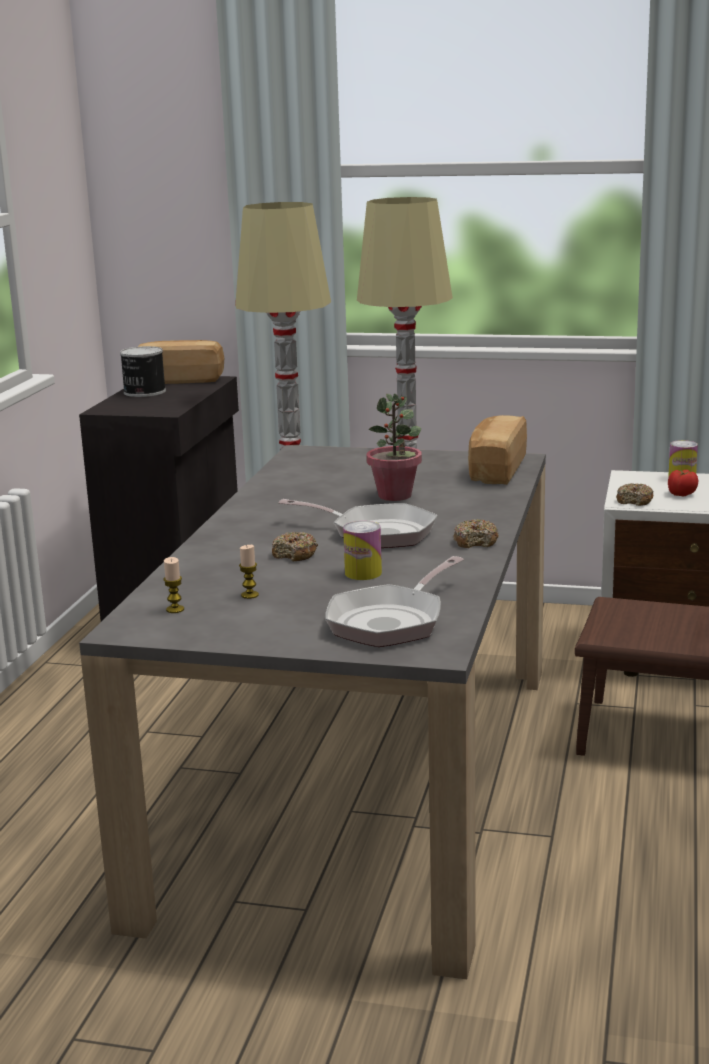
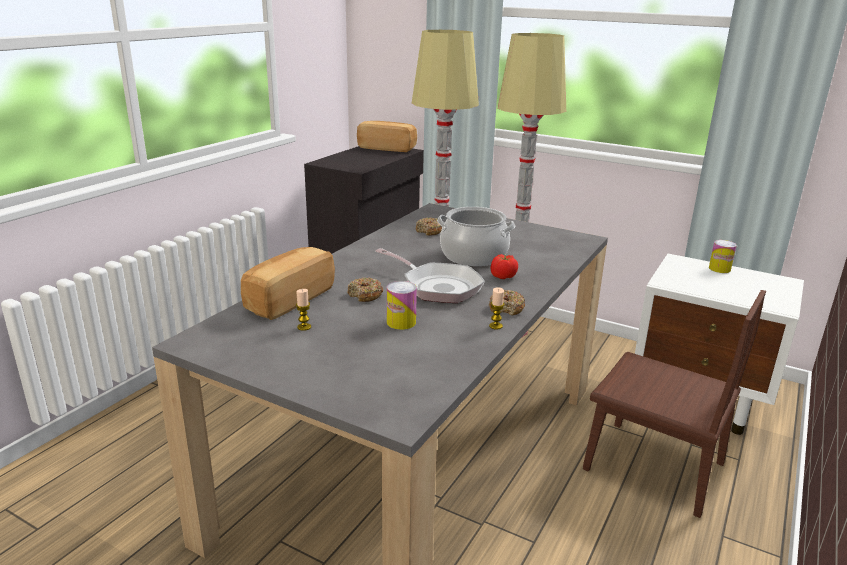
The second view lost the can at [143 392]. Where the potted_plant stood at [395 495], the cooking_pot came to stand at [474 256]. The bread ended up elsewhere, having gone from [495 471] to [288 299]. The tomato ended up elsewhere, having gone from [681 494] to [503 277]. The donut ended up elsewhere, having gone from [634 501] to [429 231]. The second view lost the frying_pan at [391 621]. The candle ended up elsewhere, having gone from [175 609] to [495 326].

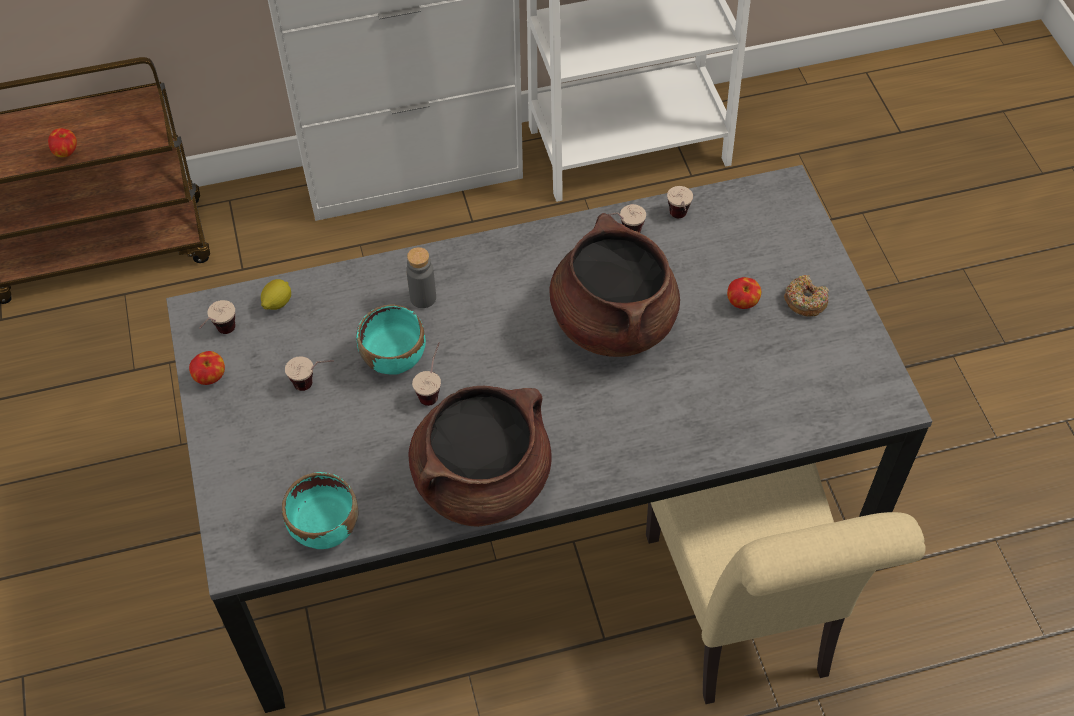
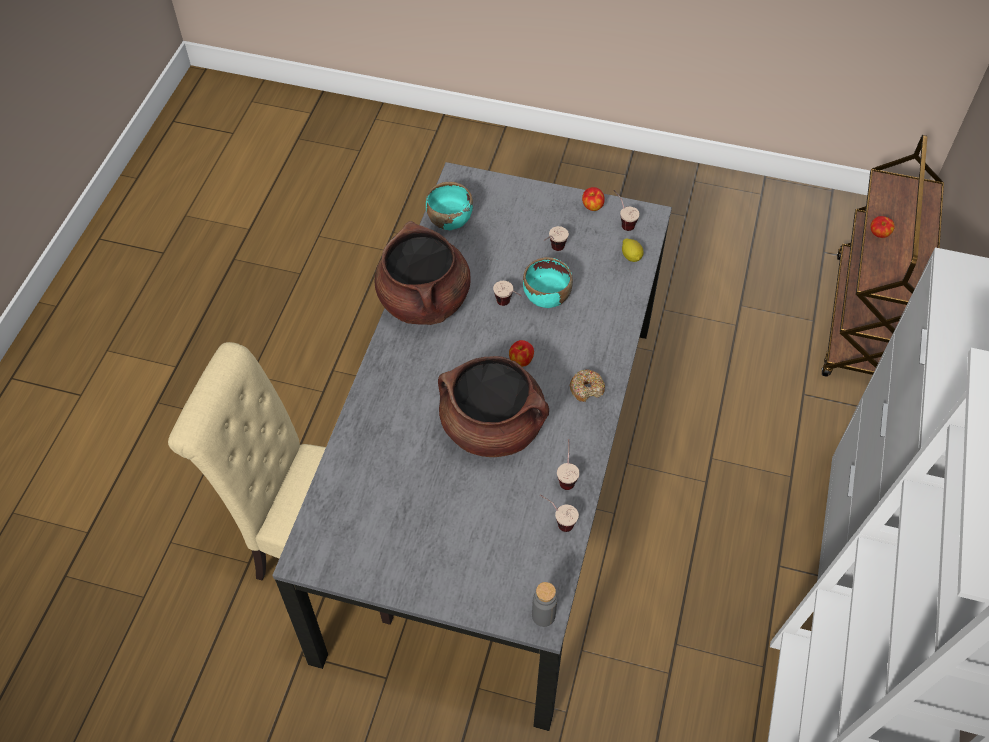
The grey_bottle ended up elsewhere, having gone from [423 298] to [543 615]. The donut ended up elsewhere, having gone from [805 301] to [586 389]. The apple ended up elsewhere, having gone from [742 303] to [521 360].

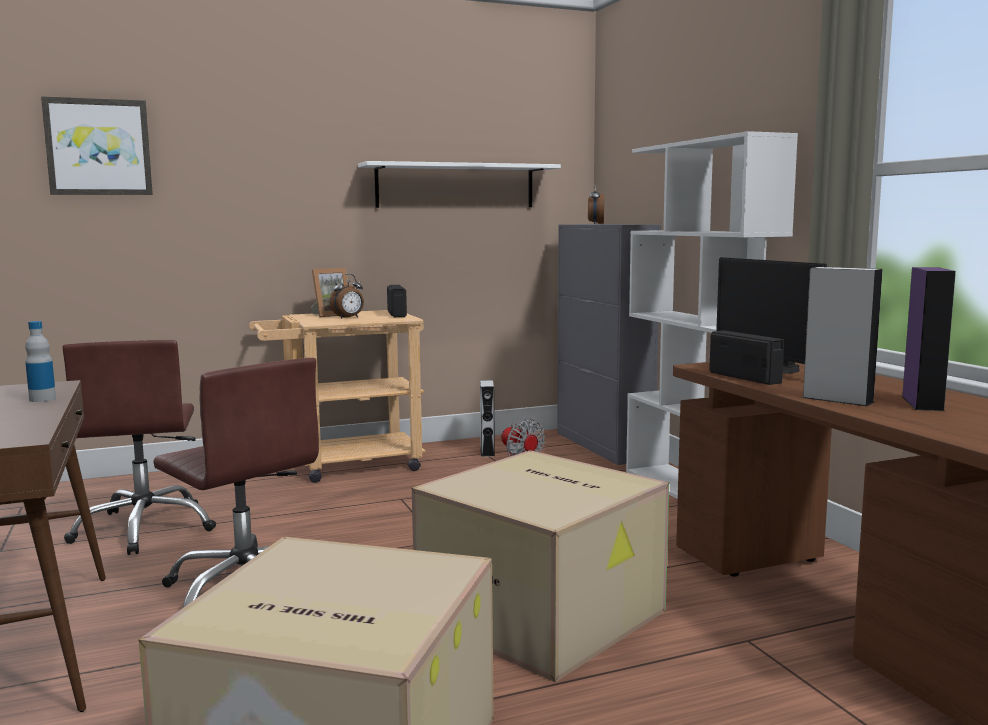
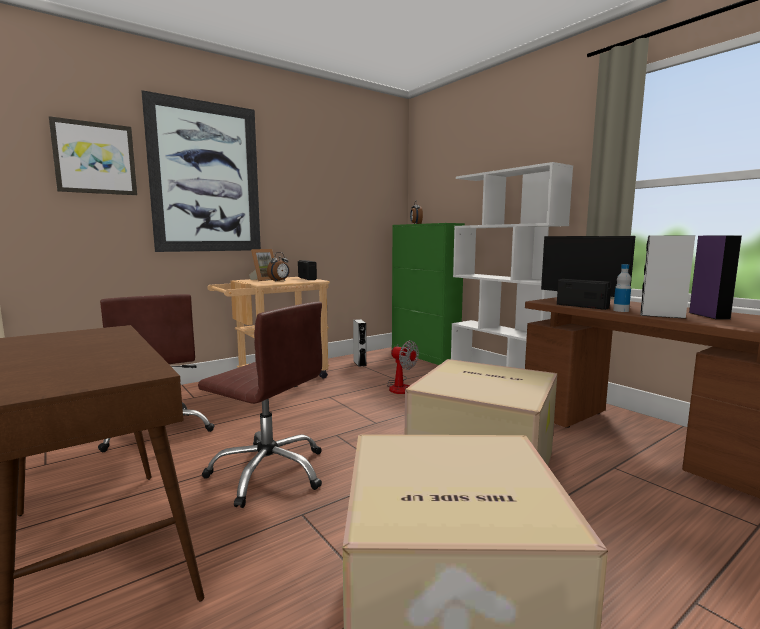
The second view lost the white_shelf at [455 186]. What was the grey_cabinet at [603 446] turned into the green_cabinet at [424 355]. The bottle ended up elsewhere, having gone from [42 399] to [621 310]. The second view gained the picture at [206 178].

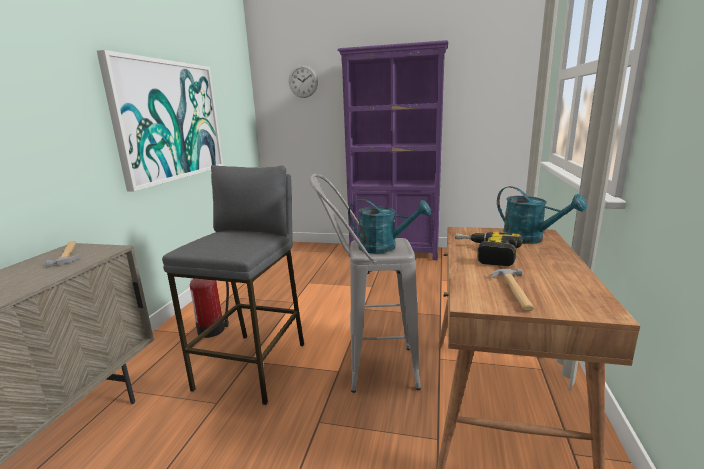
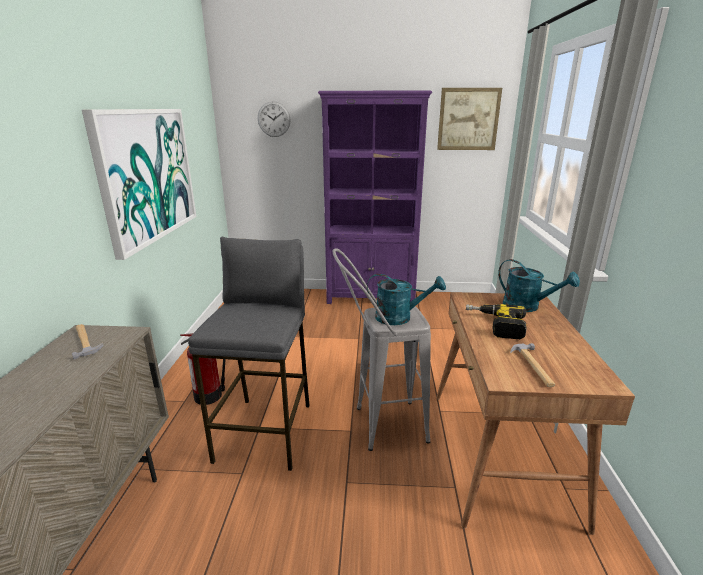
The second view gained the picture at [468 119].

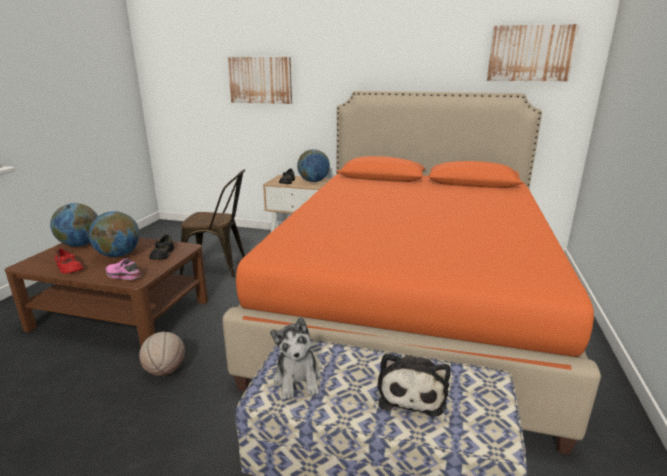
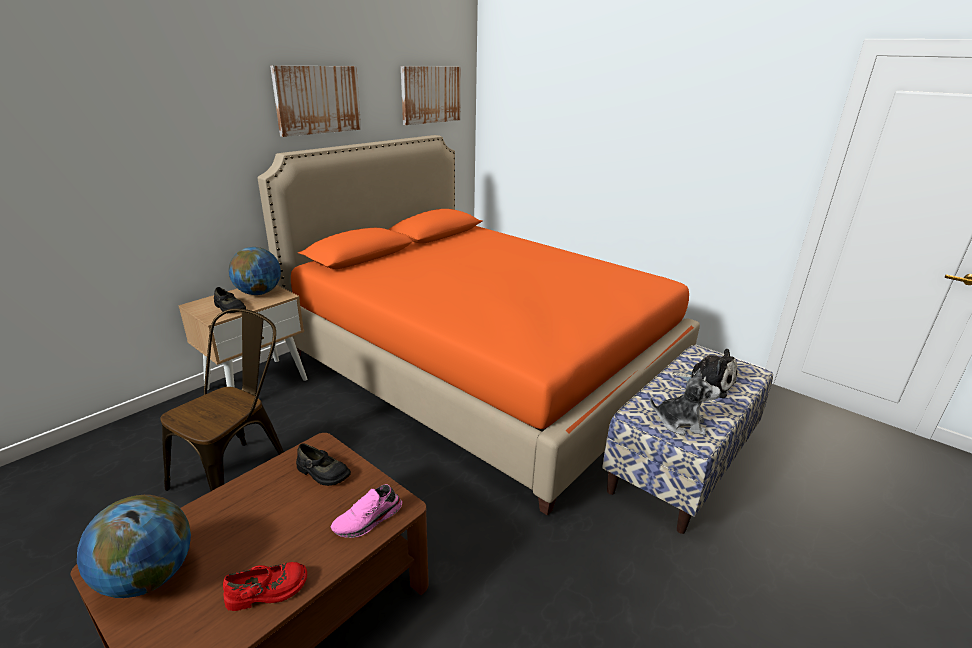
The picture ended up elsewhere, having gone from [260 80] to [317 100]. The second view lost the globe at [118 255]. The second view lost the basketball at [165 371].

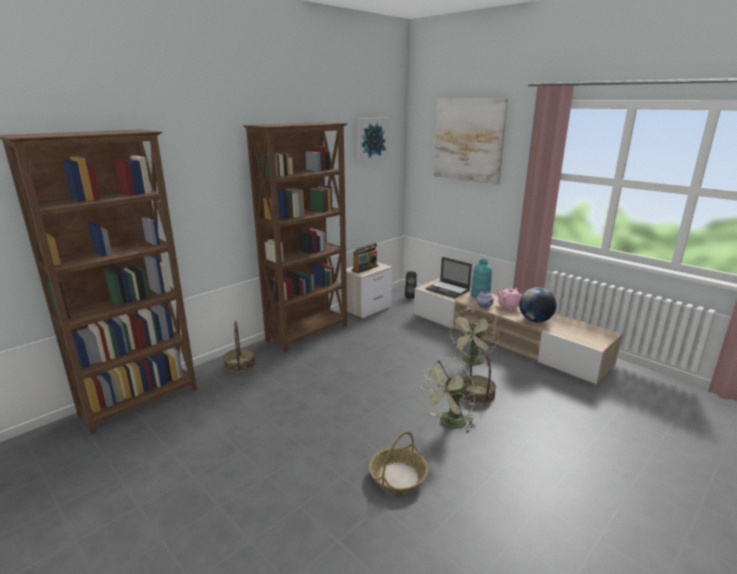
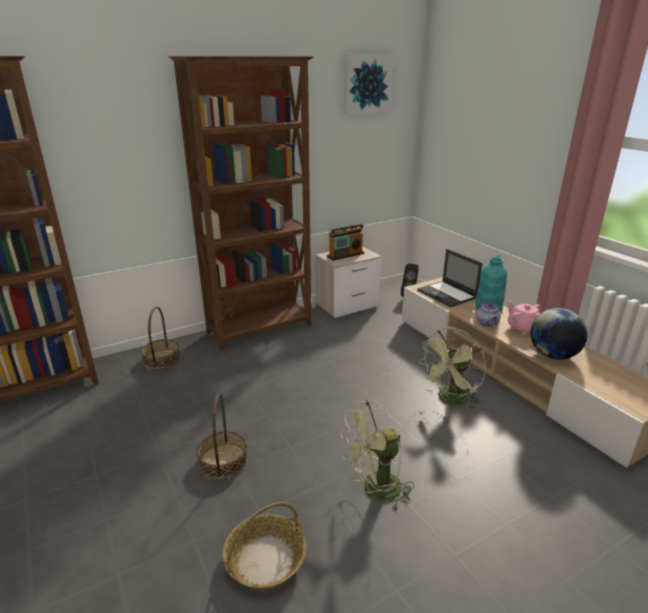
The second view lost the picture at [468 140]. The basket ended up elsewhere, having gone from [477 394] to [223 460].

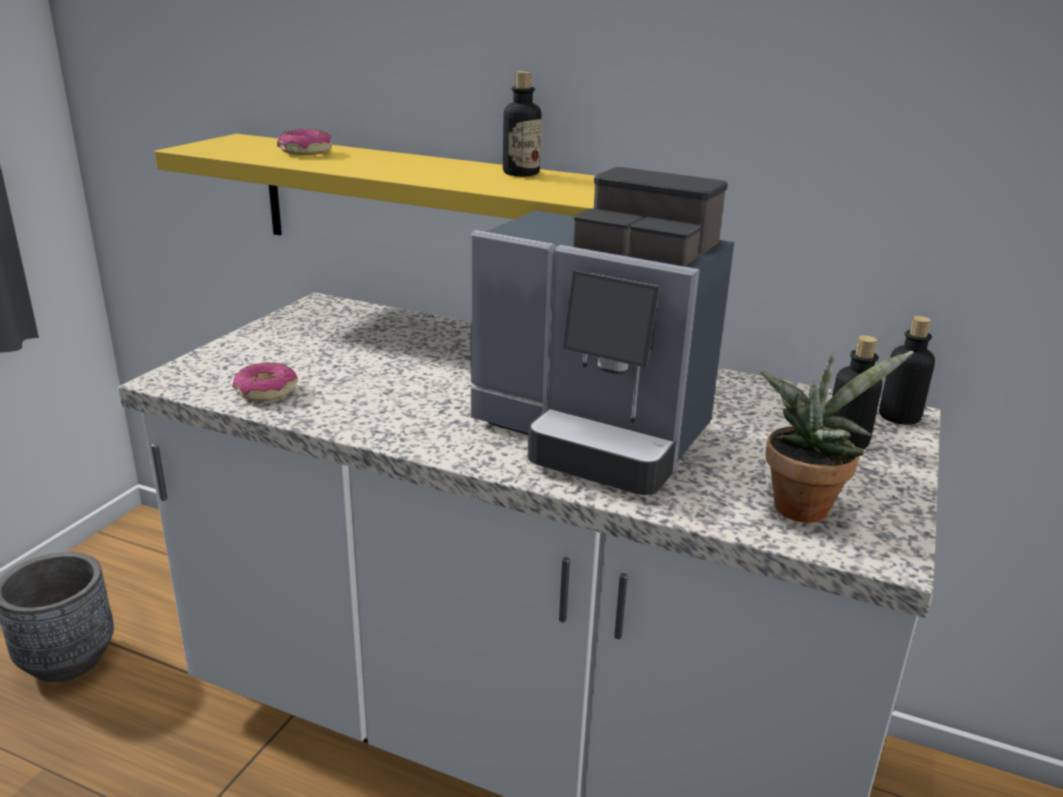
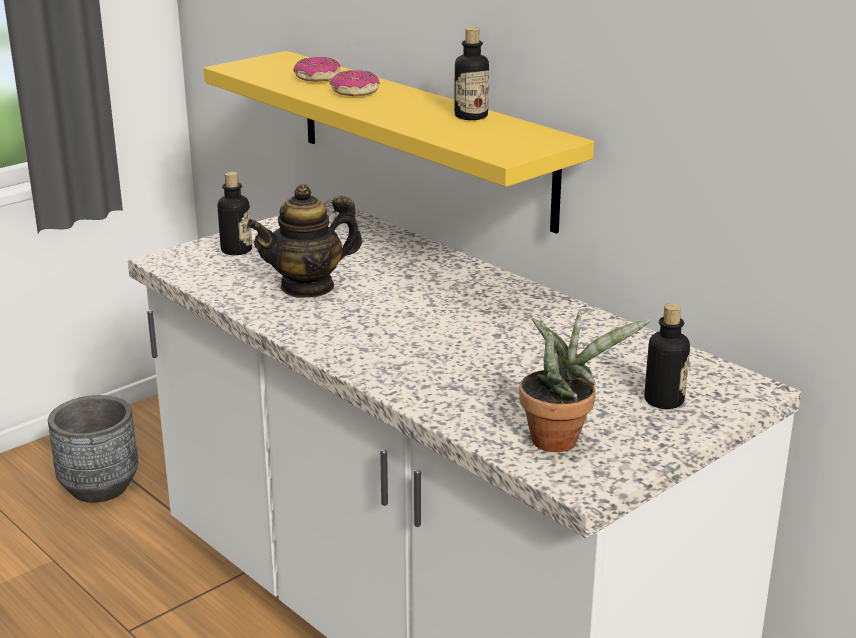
The second view lost the coffee_machine at [594 435]. The bottle ended up elsewhere, having gone from [899 417] to [236 250]. The donut ended up elsewhere, having gone from [266 392] to [355 92]. The second view gained the teapot at [308 287].

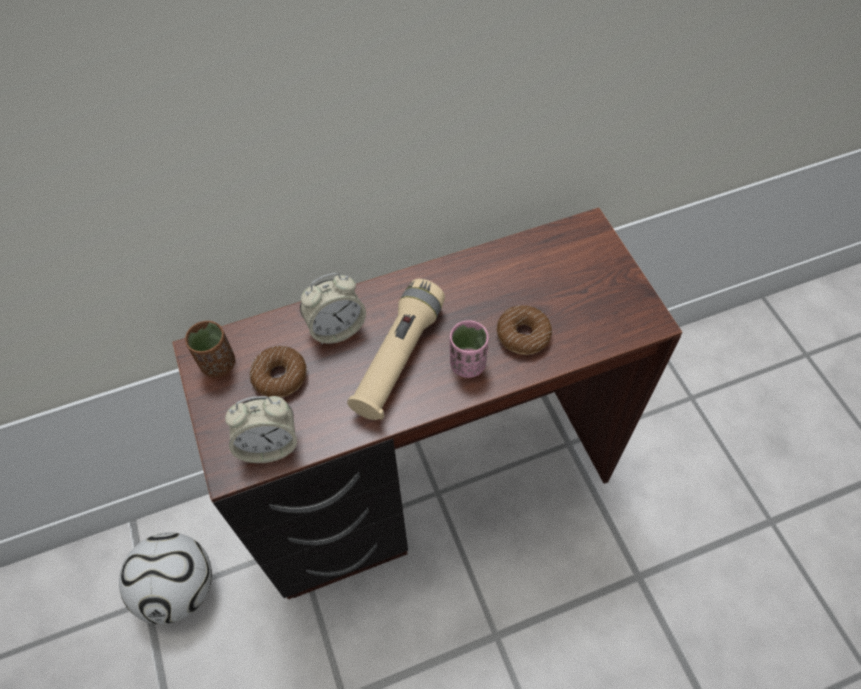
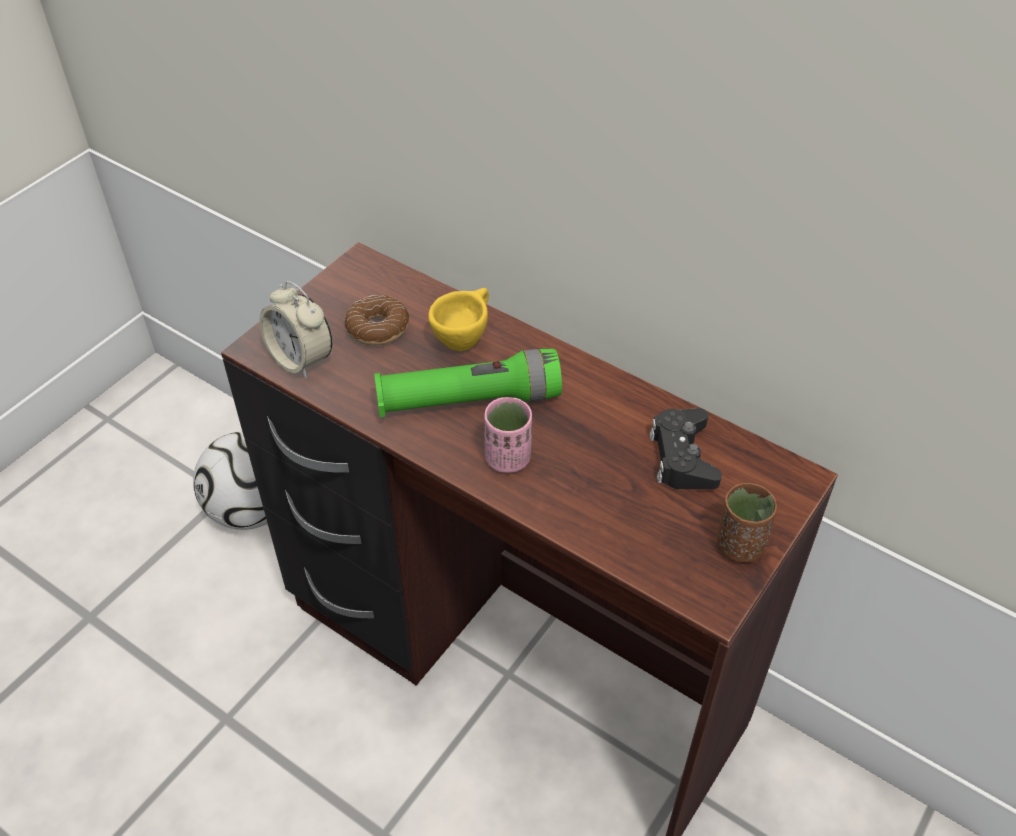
Where the alarm_clock stood at [336 328], the yellow_cup came to stand at [464 338]. What was the beige_flashlight at [398 358] turned into the green_flashlight at [468 400]. The second view lost the donut at [523 335]. The brown_cup ended up elsewhere, having gone from [218 364] to [739 545]. The second view gained the black_game_controller at [682 457].

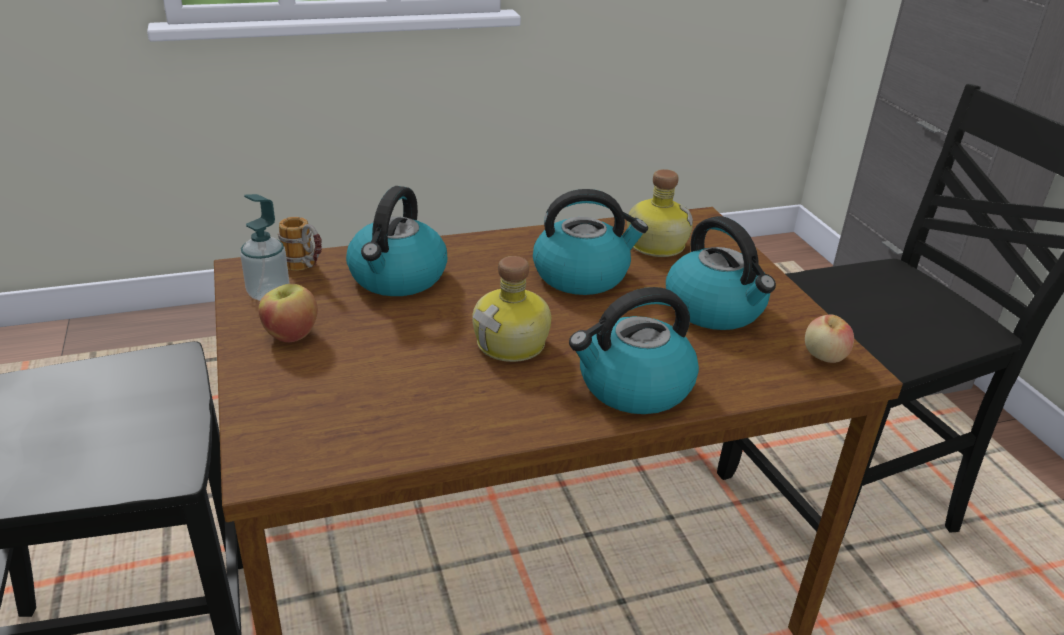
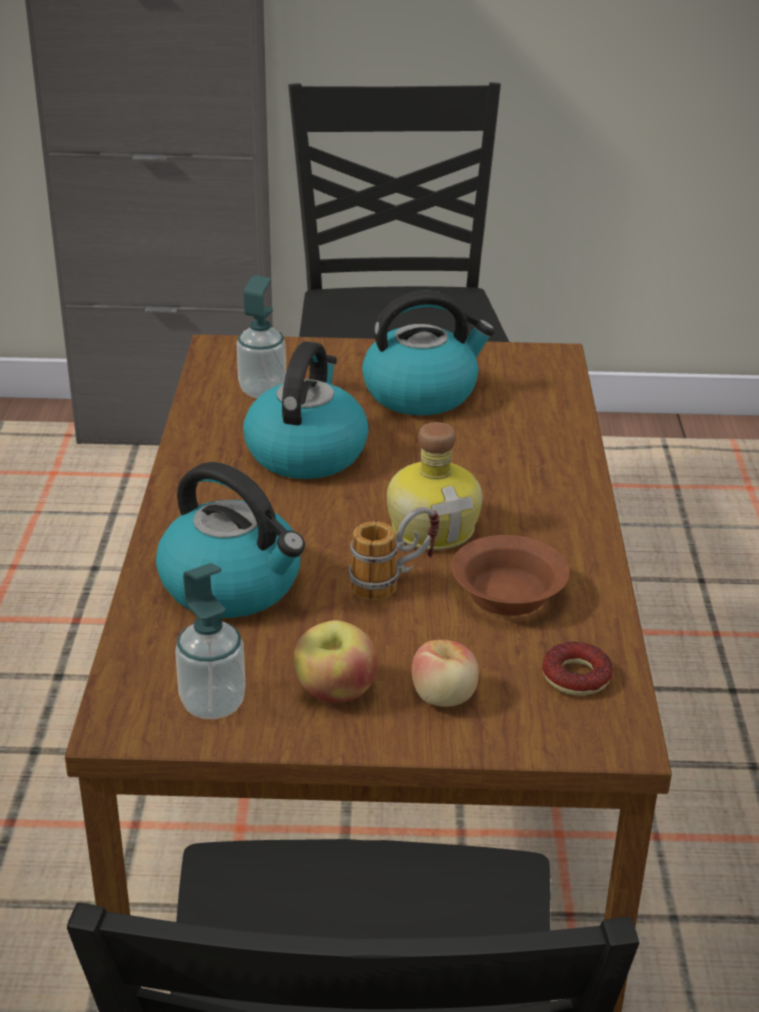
Where the bottle stood at [655 244], the soap_dispenser came to stand at [262 391]. The mug ended up elsewhere, having gone from [306 269] to [394 582]. The second view lost the kettle at [633 387]. The apple ended up elsewhere, having gone from [824 356] to [444 697]. The second view gained the brown_bowl at [510 596]. The second view gained the donut at [576 677].

